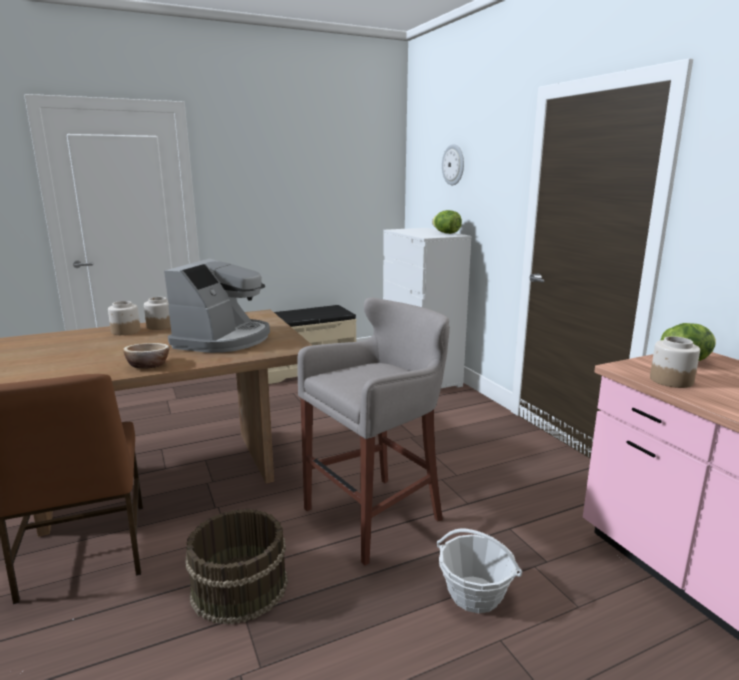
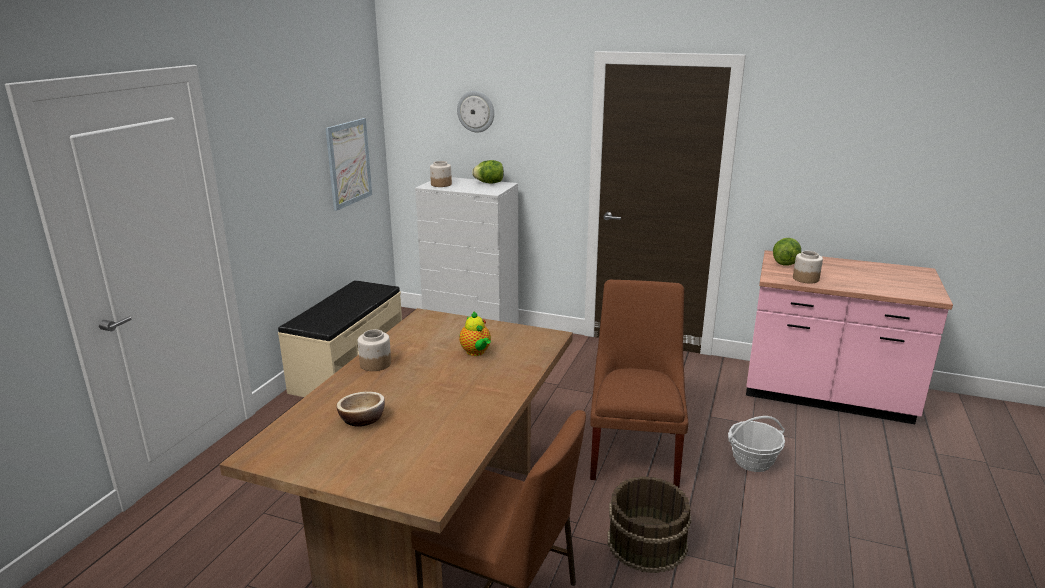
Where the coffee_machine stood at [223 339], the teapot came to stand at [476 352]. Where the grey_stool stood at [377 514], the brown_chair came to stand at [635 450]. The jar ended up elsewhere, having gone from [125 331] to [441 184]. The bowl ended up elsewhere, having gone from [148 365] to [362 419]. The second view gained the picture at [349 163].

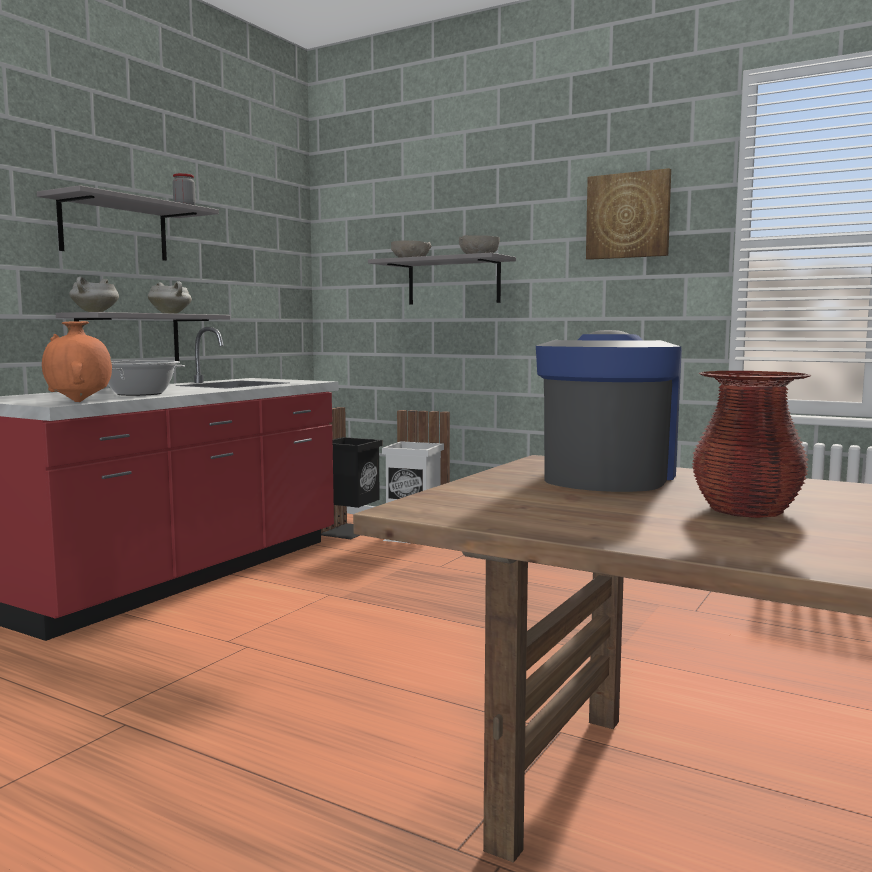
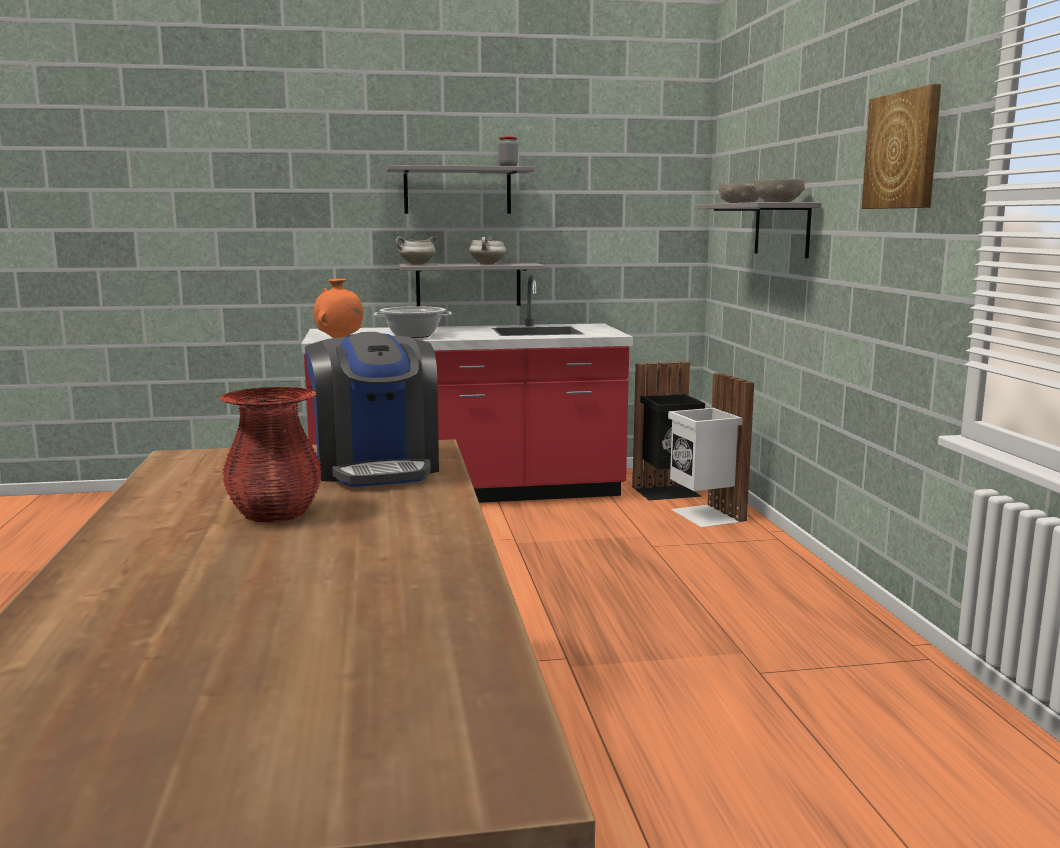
The coffee_machine at [607 476] ended up facing another way, 90 degrees clockwise from before.

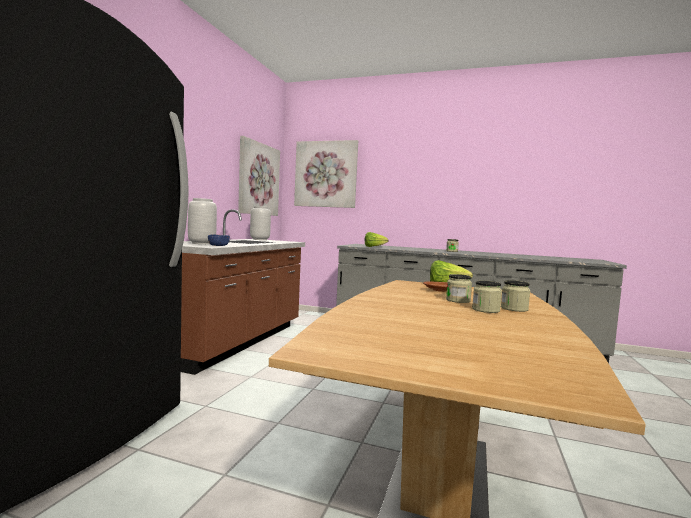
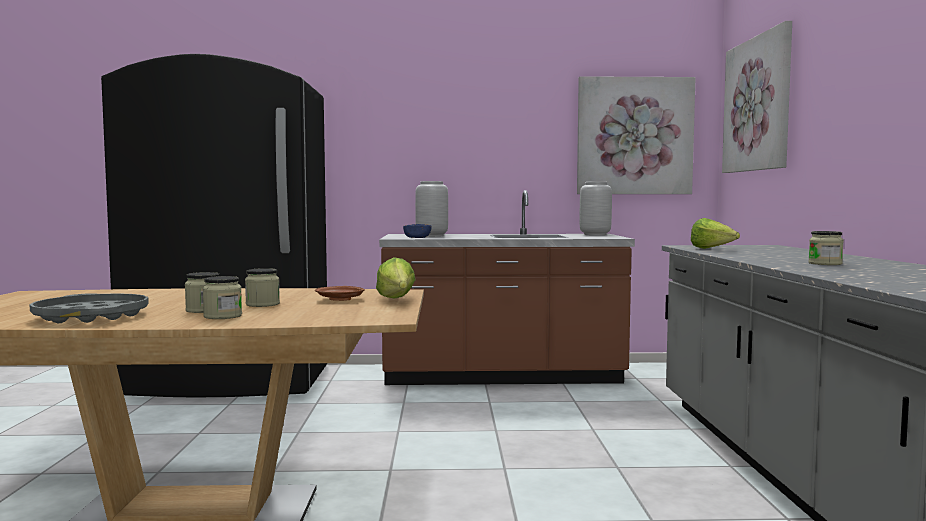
The second view gained the grey_tray at [92 316].

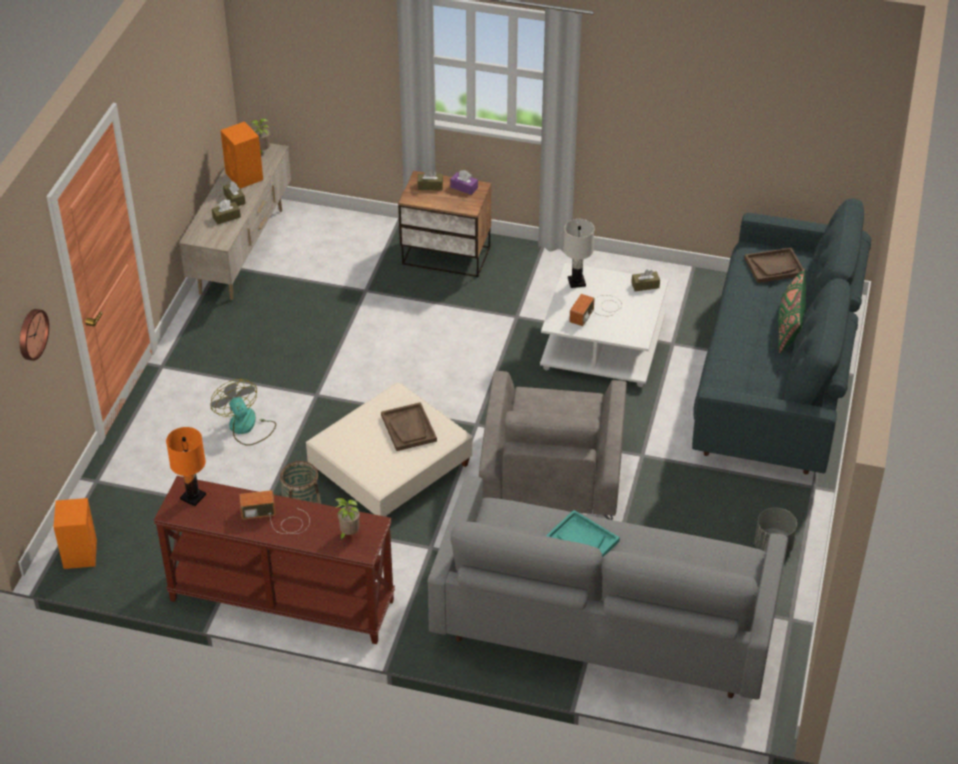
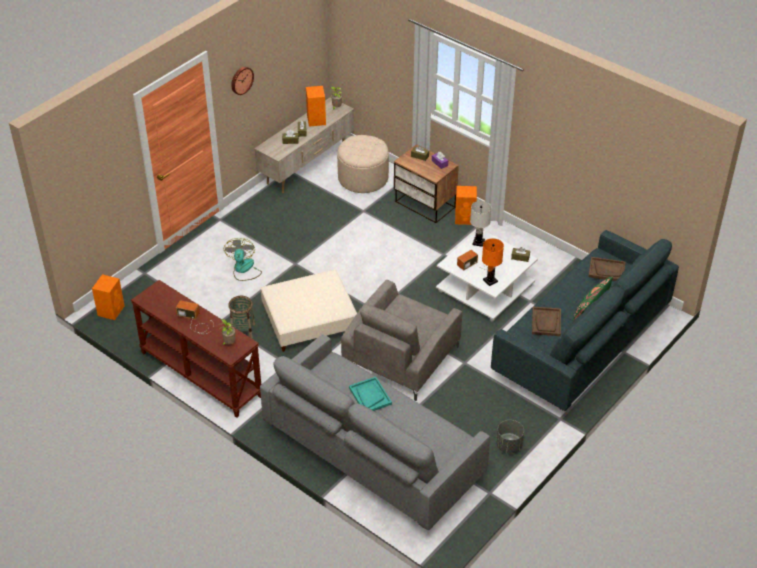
The wall_clock ended up elsewhere, having gone from [31 334] to [241 80]. The brown_tray ended up elsewhere, having gone from [409 428] to [546 322]. The orange_table_lamp ended up elsewhere, having gone from [193 497] to [490 281]. The second view gained the beige_ottoman at [363 178]. The second view gained the orange_speaker at [465 218].

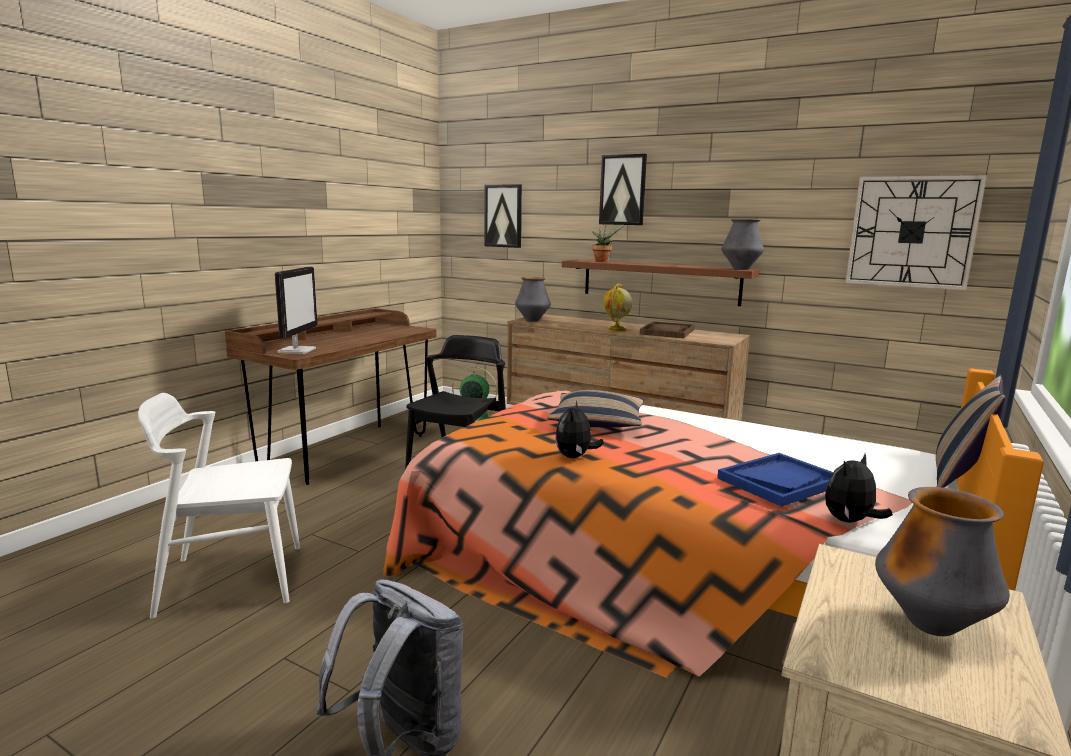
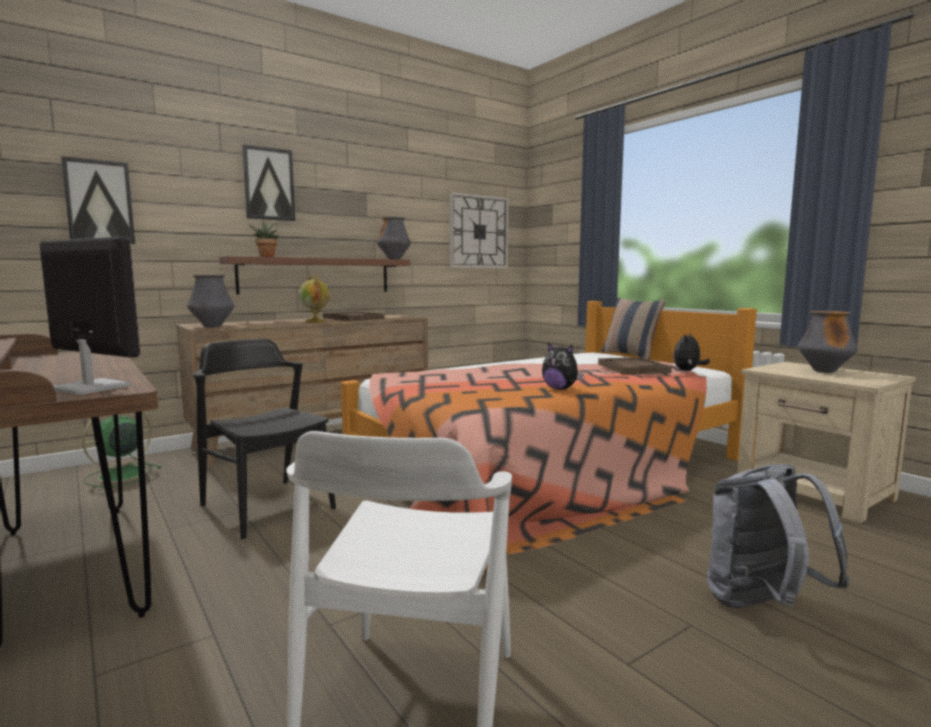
The second view lost the pillow at [597 421]. What was the blue_tray at [779 481] turned into the brown_tray at [632 368]. The plush_toy at [850 521] ended up facing another way, 45 degrees clockwise from before.

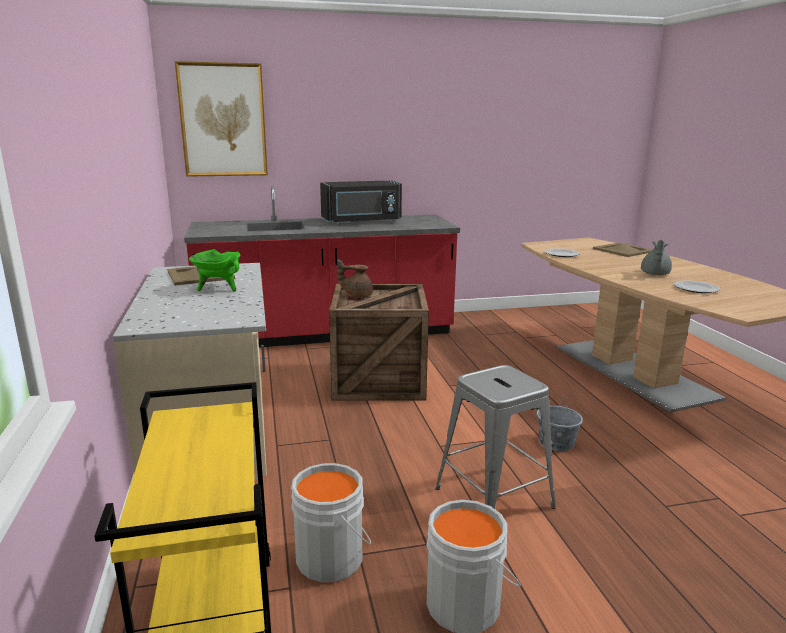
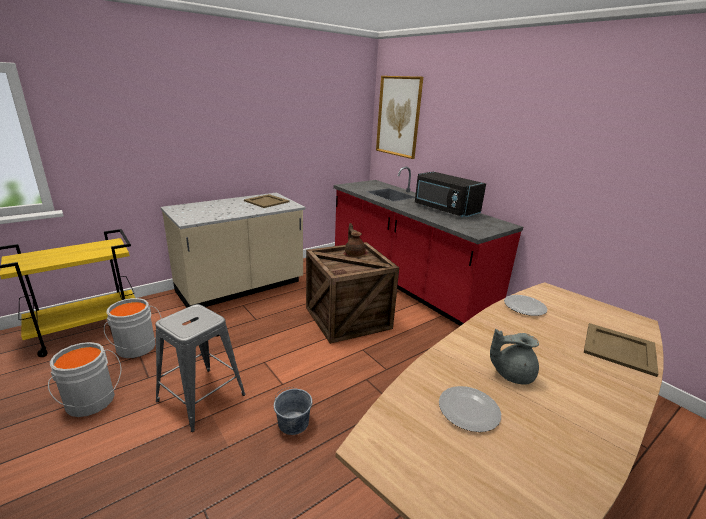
The second view lost the green_cooking_pot at [218 288].

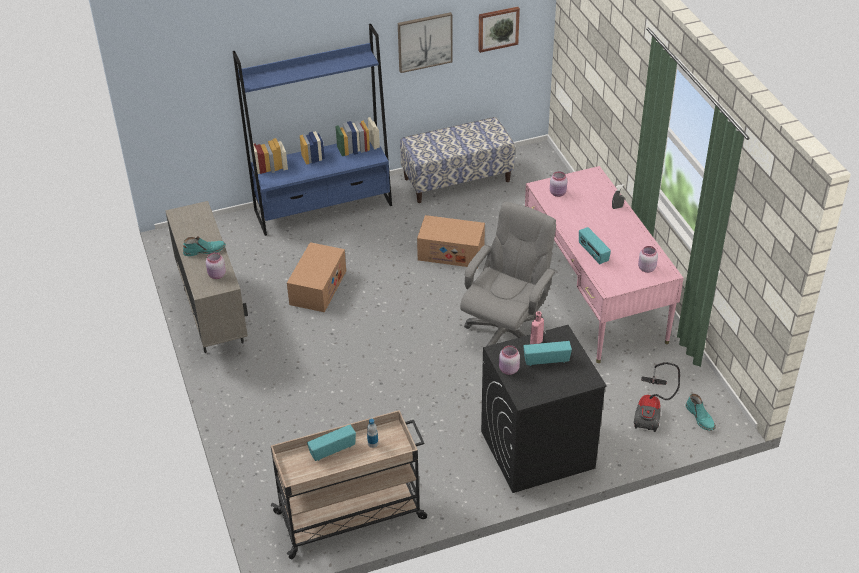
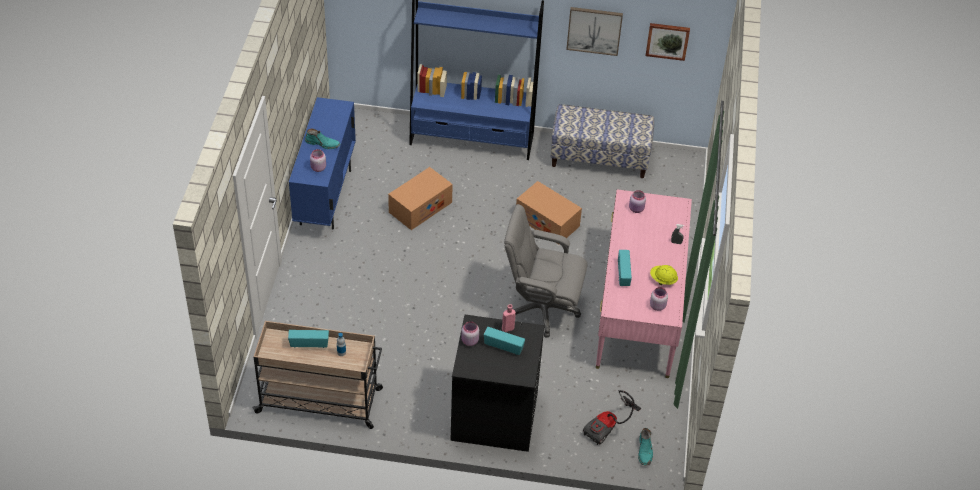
What was the beige_cabinet at [213 316] turned into the blue_cabinet at [325 197]. The grey_office_chair at [505 331] ended up facing another way, 135 degrees counterclockwise from before. The second view gained the yellow_hard_hat at [663 280].

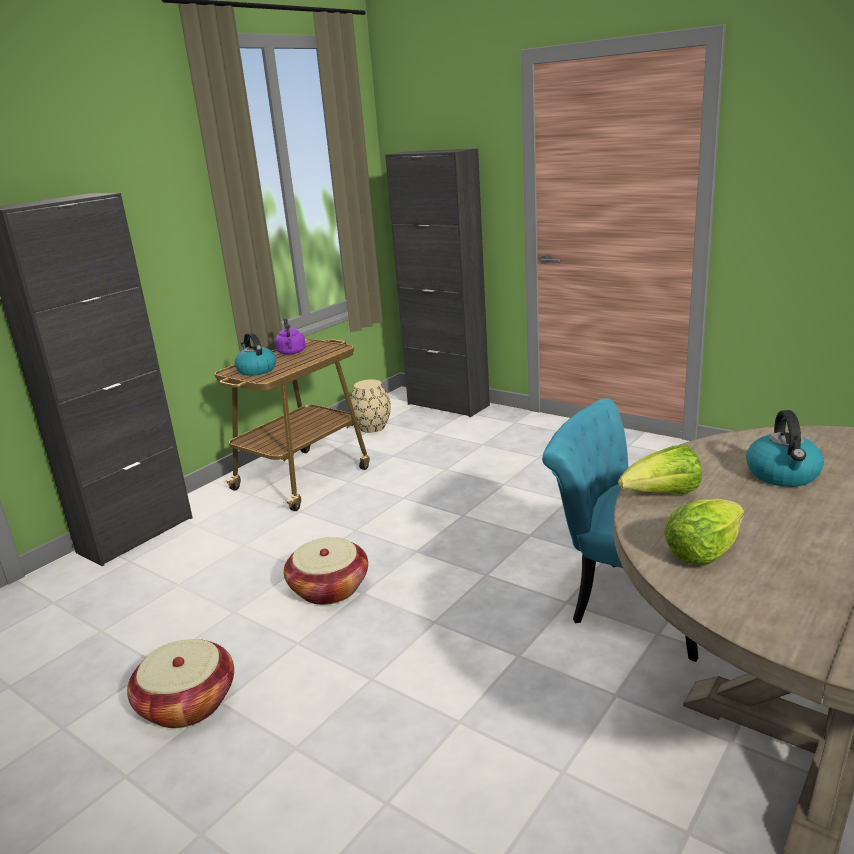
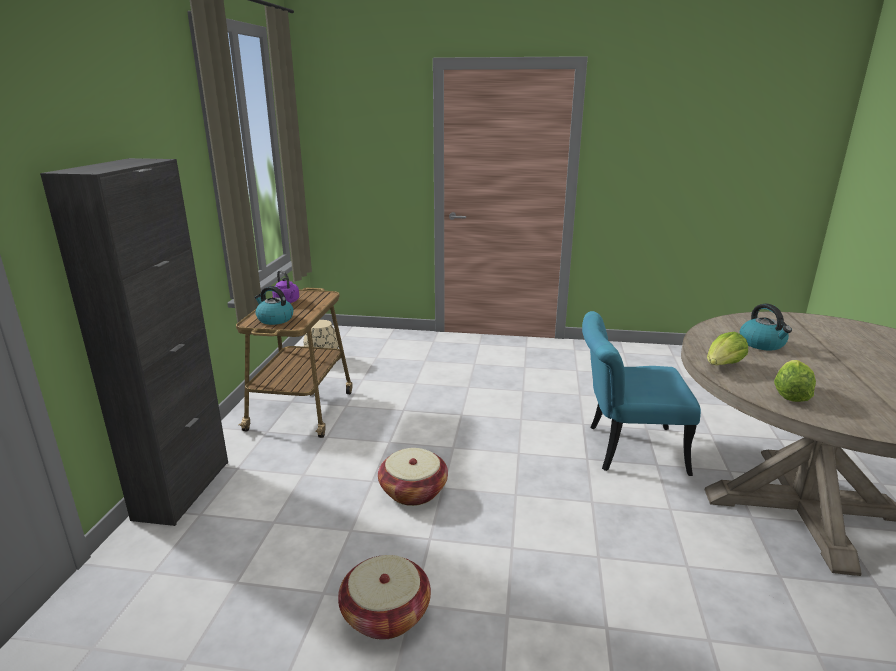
The second view lost the black_cabinet at [448 405].

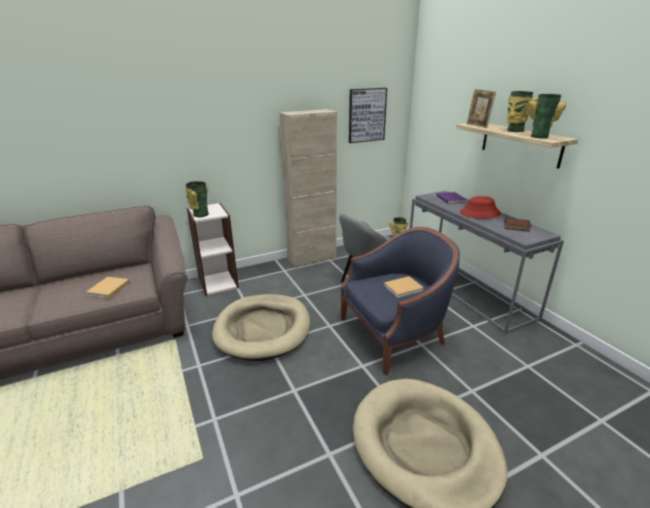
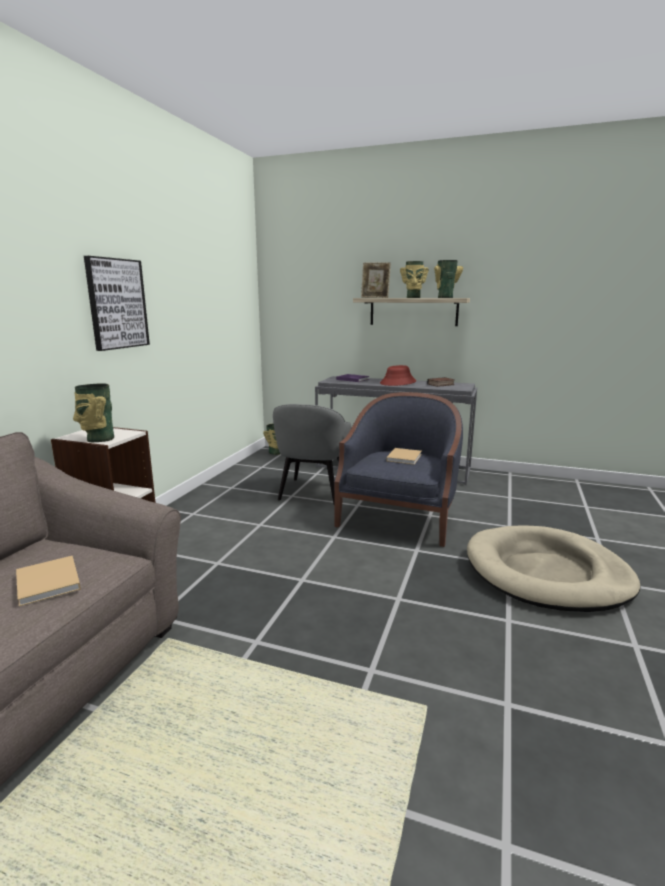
The picture ended up elsewhere, having gone from [366 115] to [117 304]. The second view lost the beige_cabinet at [311 258]. The second view lost the beige_dog_bed at [263 329].

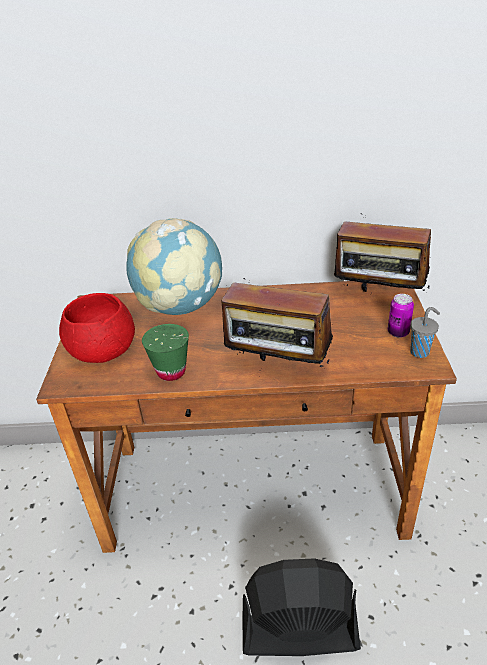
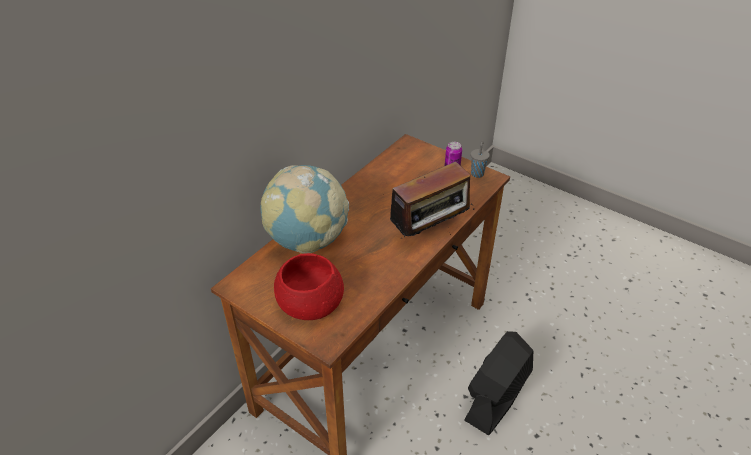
The second view lost the radio at [378 297]. The second view lost the green_cup at [171 371].

